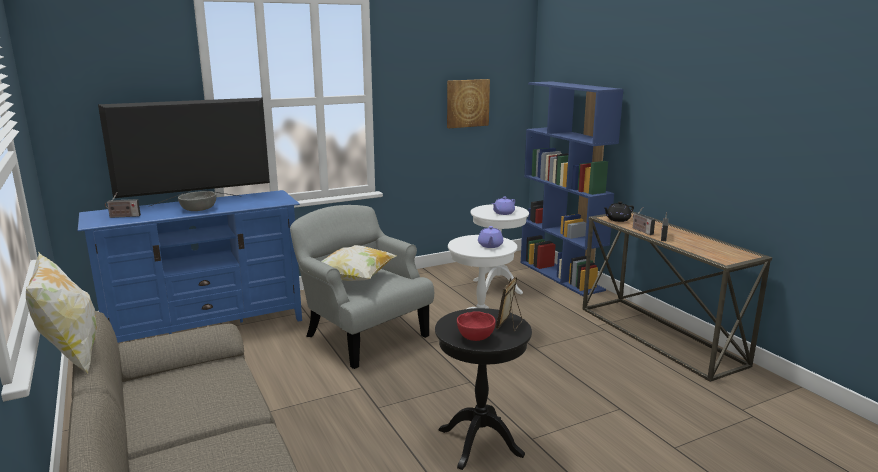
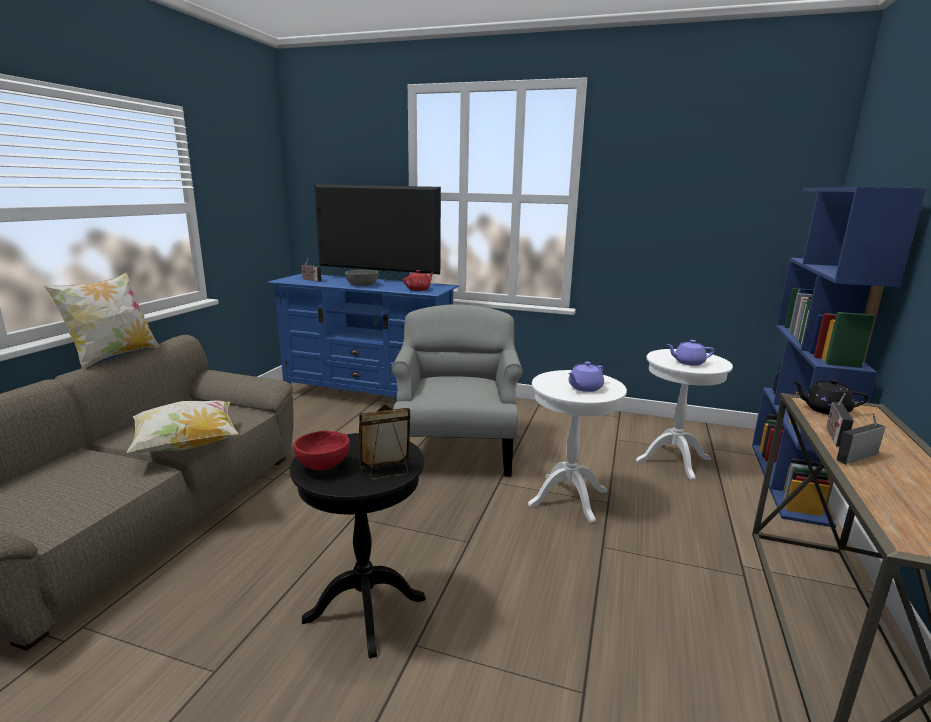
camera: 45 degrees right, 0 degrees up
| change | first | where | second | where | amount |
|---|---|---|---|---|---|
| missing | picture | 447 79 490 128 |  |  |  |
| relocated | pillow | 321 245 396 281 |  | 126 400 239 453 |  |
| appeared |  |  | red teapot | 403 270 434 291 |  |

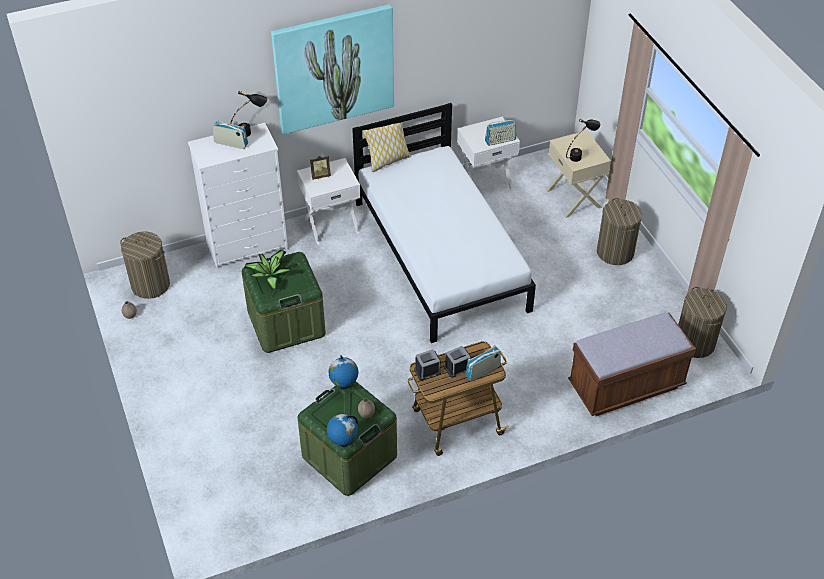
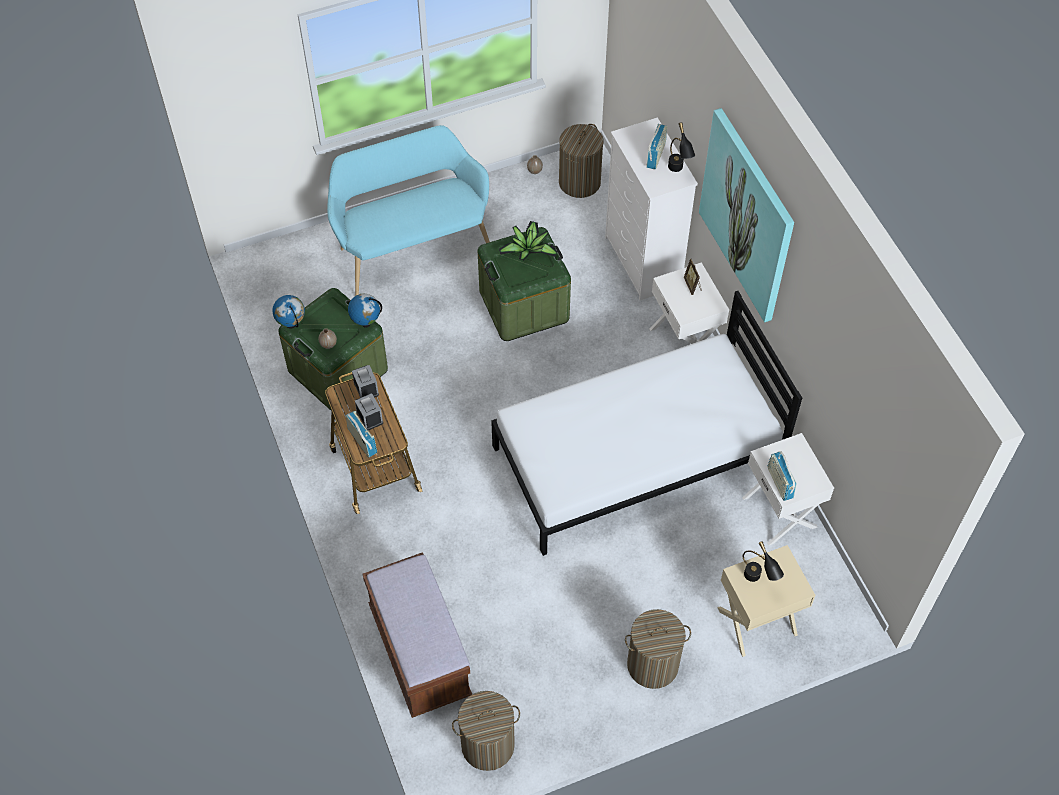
camera: 90 degrees right, 10 degrees up
| change | first | where | second | where | amount |
|---|---|---|---|---|---|
| missing | pillow | 362 115 411 172 |  |  |  |
| appeared |  |  | turquoise bench | 327 125 490 296 |  |

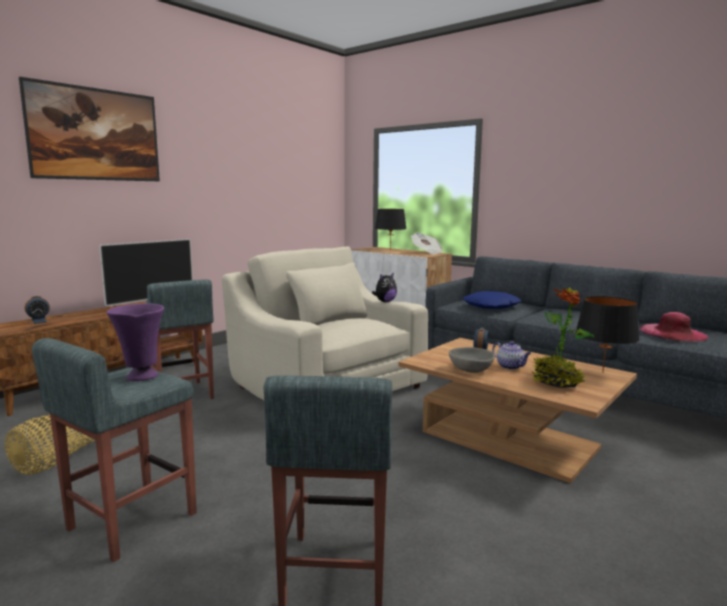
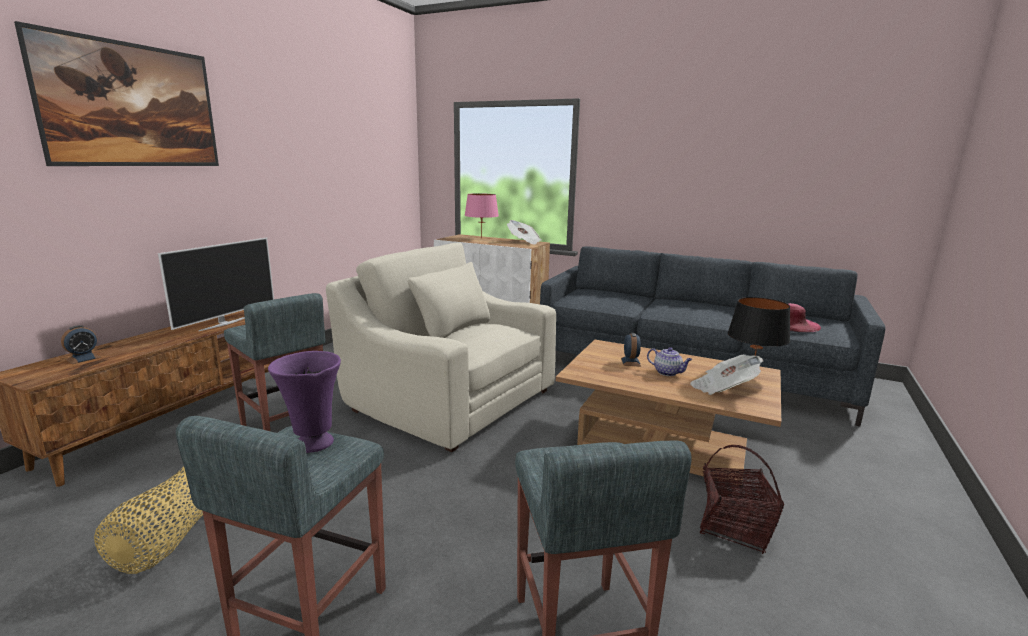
camera: 15 degrees left, 5 degrees up
| change | first | where | second | where | amount |
|---|---|---|---|---|---|
| colour | black table lamp | 375 209 406 250 | pink table lamp | 464 193 499 238 |  |
| missing | plush toy | 372 273 397 302 |  |  |  |
| exchanged | potted plant | 532 288 594 388 | newspaper | 690 354 763 395 |  |
| missing | blue pillow | 462 291 521 309 |  |  |  |
| missing | grey bowl | 449 347 495 373 |  |  |  |
| appeared |  |  | basket | 700 445 784 554 |  |

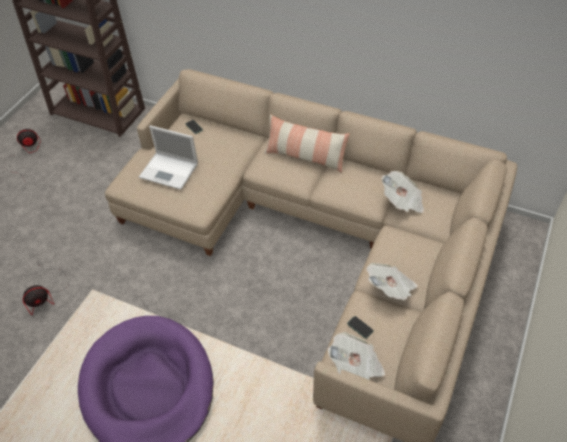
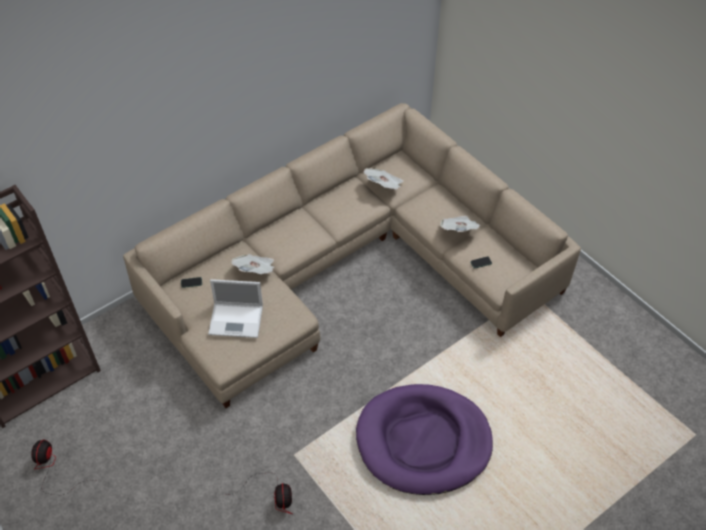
camera: 65 degrees left, 0 degrees up
| change | first | where | second | where | amount |
|---|---|---|---|---|---|
| missing | pillow | 265 114 350 173 |  |  |  |
| spun | laptop | 139 125 198 190 |  | 208 279 263 338 | 45 degrees clockwise |
| relocated | newspaper | 327 332 385 380 |  | 231 254 275 274 |  |

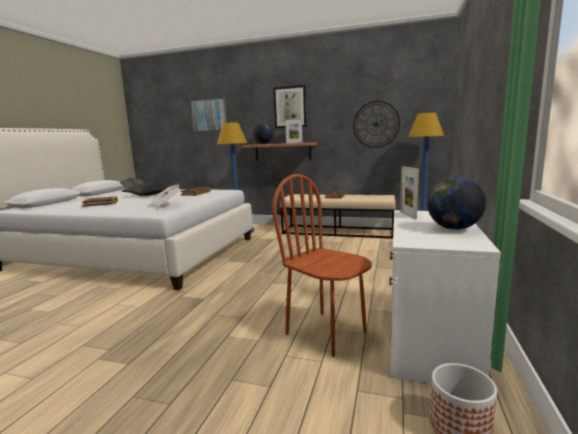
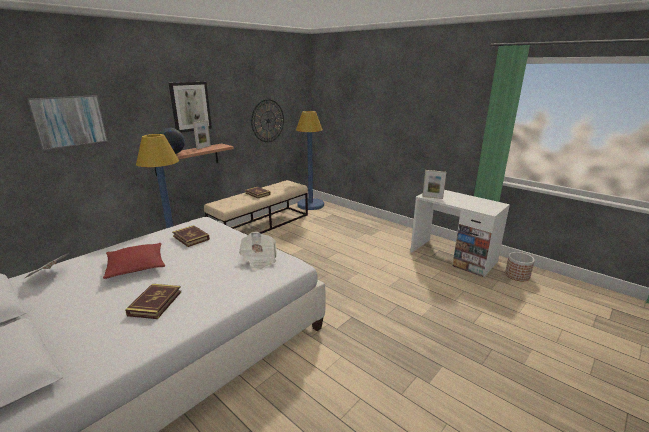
camera: 65 degrees left, 10 degrees up
| change | first | where | second | where | amount |
|---|---|---|---|---|---|
| missing | brown chair | 272 174 372 357 |  |  |  |
| missing | globe | 427 176 486 230 |  |  |  |
| colour | black pillow | 122 182 168 196 | red pillow | 103 243 165 279 |  |

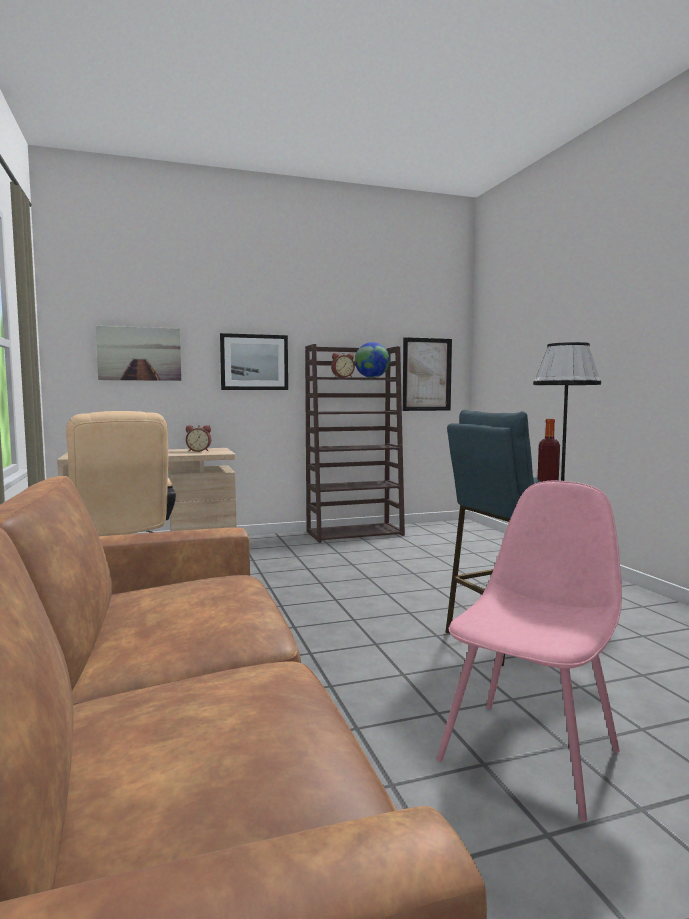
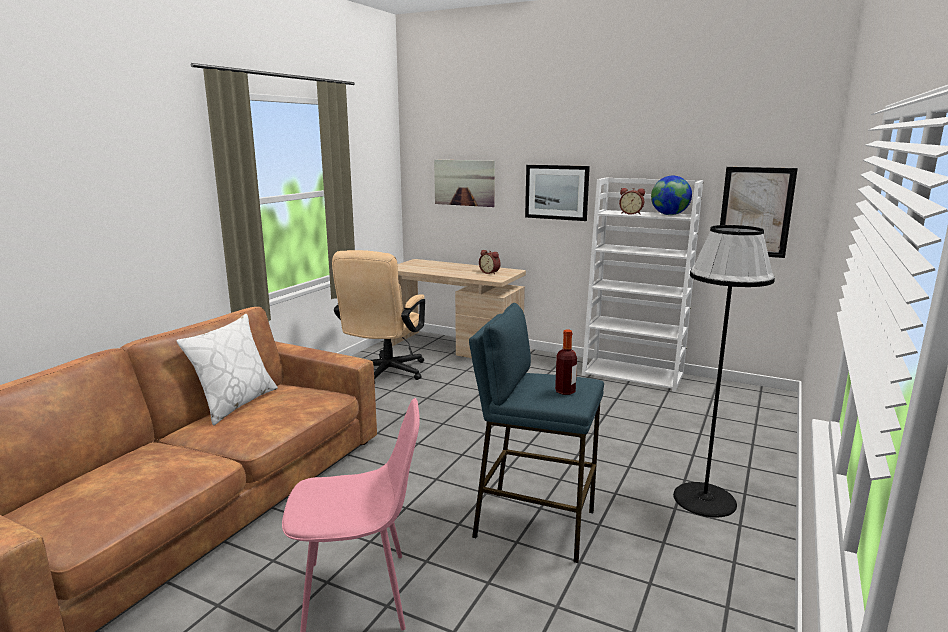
camera: 45 degrees right, 10 degrees up
| change | first | where | second | where | amount |
|---|---|---|---|---|---|
| colour | brown bookcase | 305 344 405 543 | white bookcase | 582 177 703 392 |  |
| appeared |  |  | white pillow | 177 314 278 425 |  |

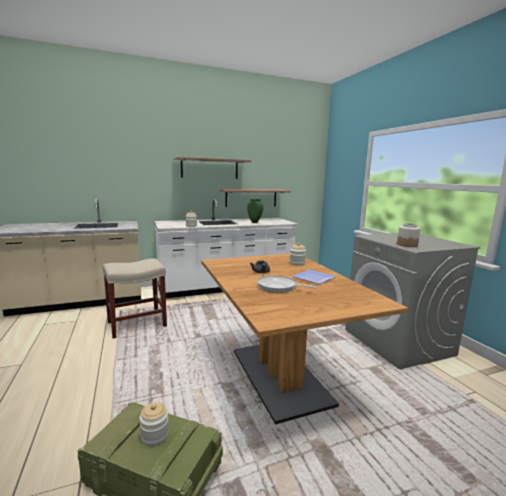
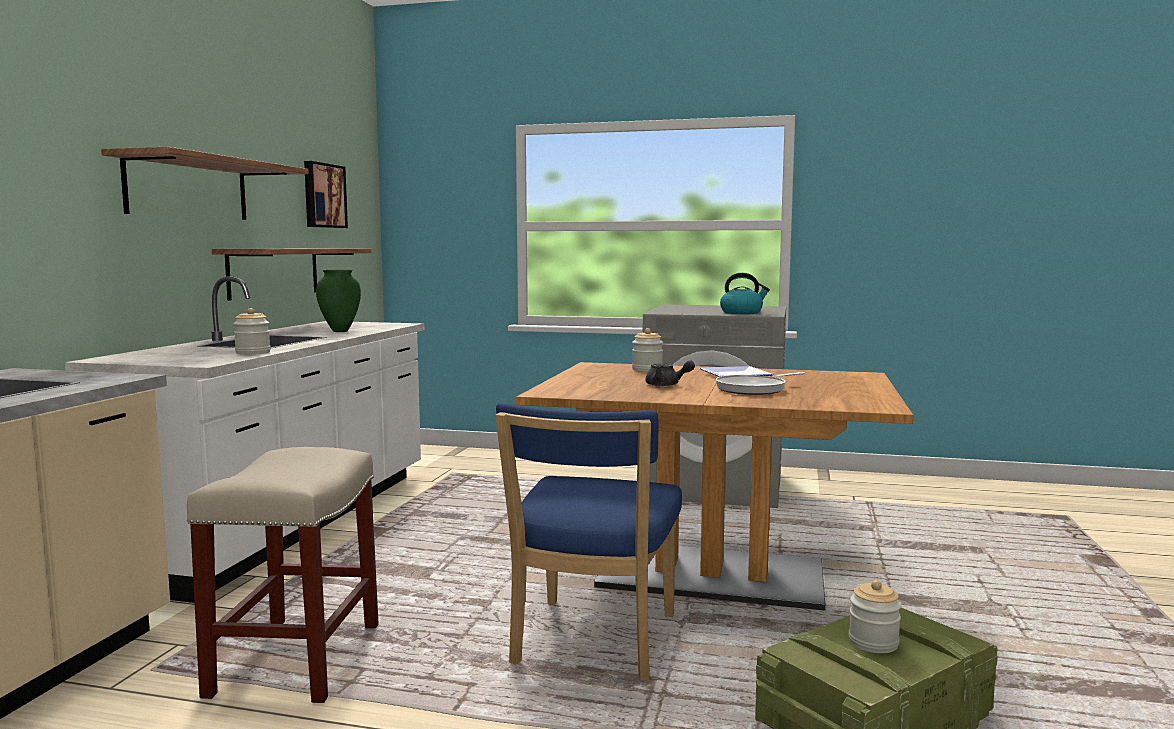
camera: 55 degrees left, 5 degrees down
| change | first | where | second | where | amount |
|---|---|---|---|---|---|
| exchanged | jar | 397 223 420 247 | kettle | 720 273 770 314 |  |
| appeared |  |  | picture | 304 161 348 228 |  |
| appeared |  |  | blue chair | 495 403 682 681 |  |

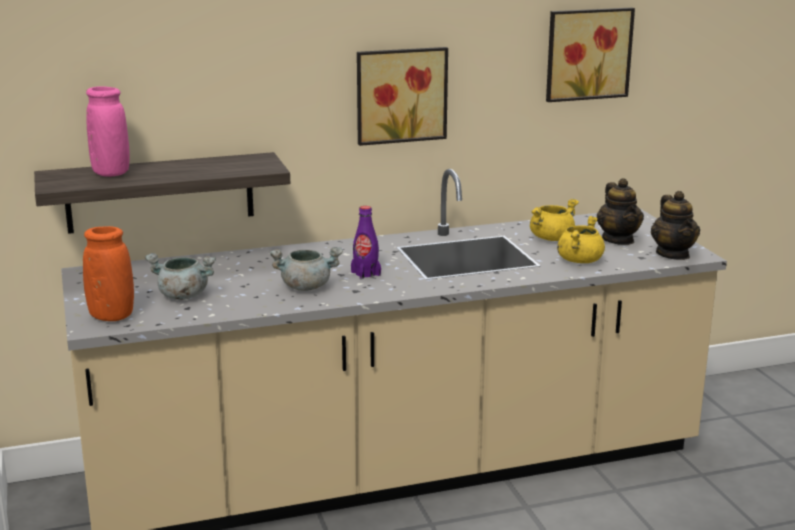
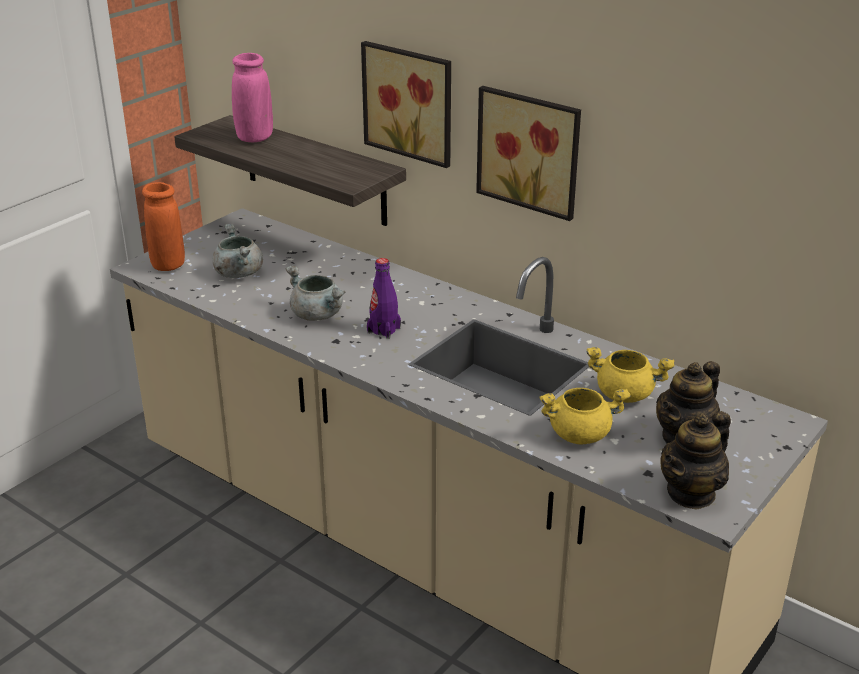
camera: 55 degrees right, 10 degrees up
| change | first | where | second | where | amount |
|---|---|---|---|---|---|
| relocated | picture | 546 8 635 102 |  | 361 41 451 168 |  |

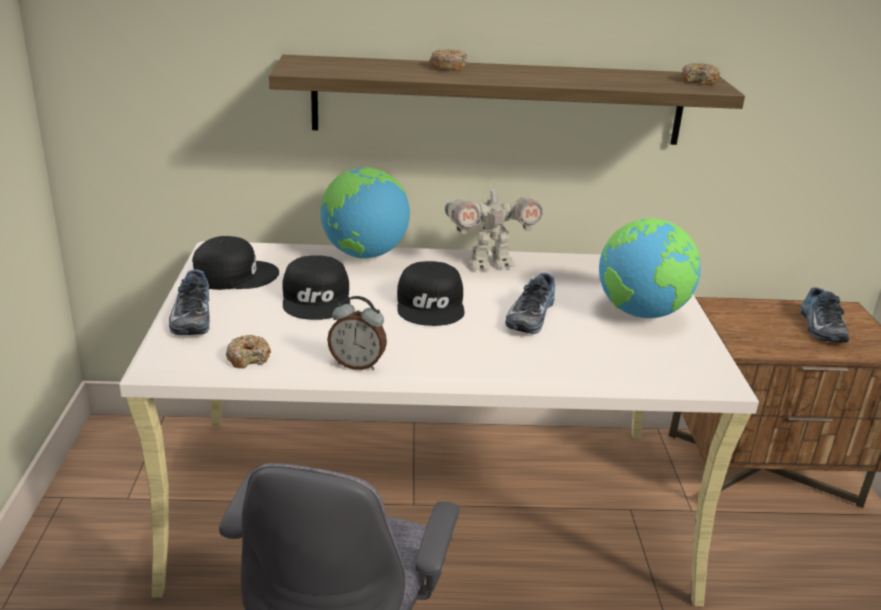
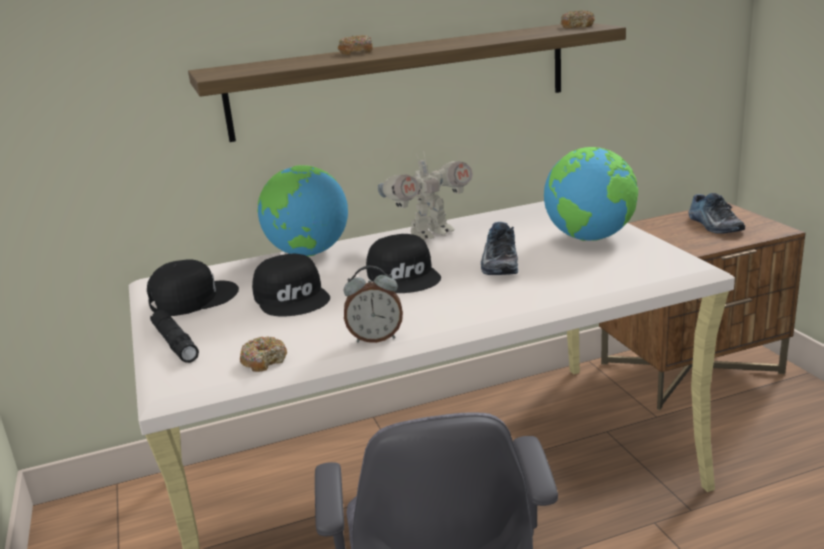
camera: 15 degrees left, 5 degrees down
| change | first | where | second | where | amount |
|---|---|---|---|---|---|
| exchanged | shoe | 169 269 210 335 | black flashlight | 150 310 199 363 |  |

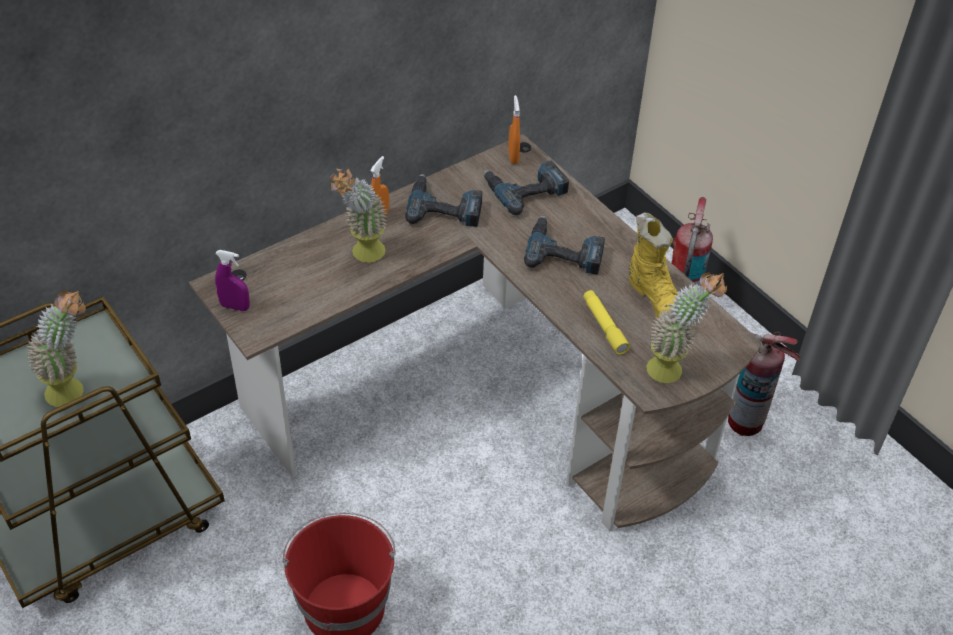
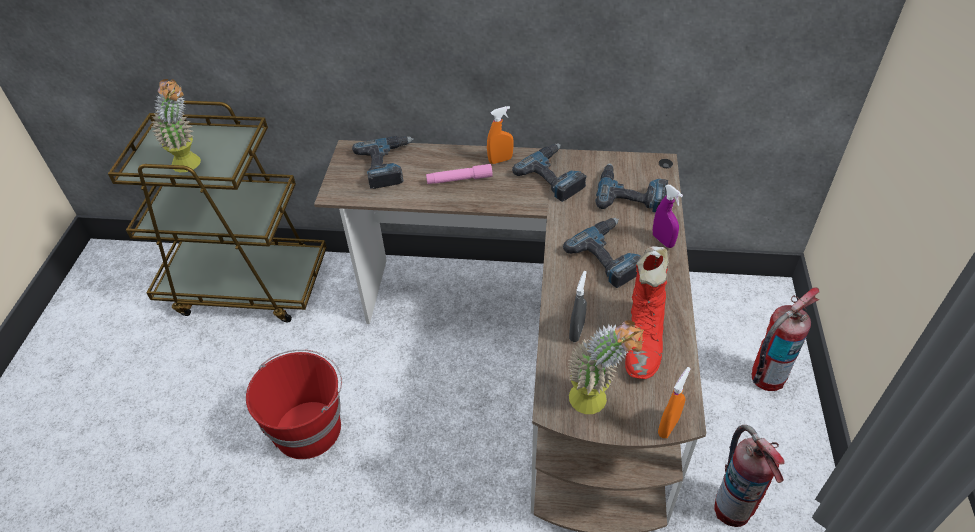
camera: 45 degrees right, 0 degrees up
| change | first | where | second | where | amount |
|---|---|---|---|---|---|
| relocated | orange spray bottle | 508 95 520 164 |  | 658 367 691 438 |  |
| exchanged | potted plant | 329 169 387 263 | pink flashlight | 426 164 493 184 |  |
| colour | yellow boot | 629 213 694 325 | red boot | 625 246 669 379 |  |
| relocated | purple spray bottle | 215 250 250 311 |  | 653 185 683 248 |  |
| exchanged | yellow flashlight | 583 290 630 355 | grey spray bottle | 569 271 587 342 |  |
| appeared |  |  | power drill | 352 136 414 189 |  |

